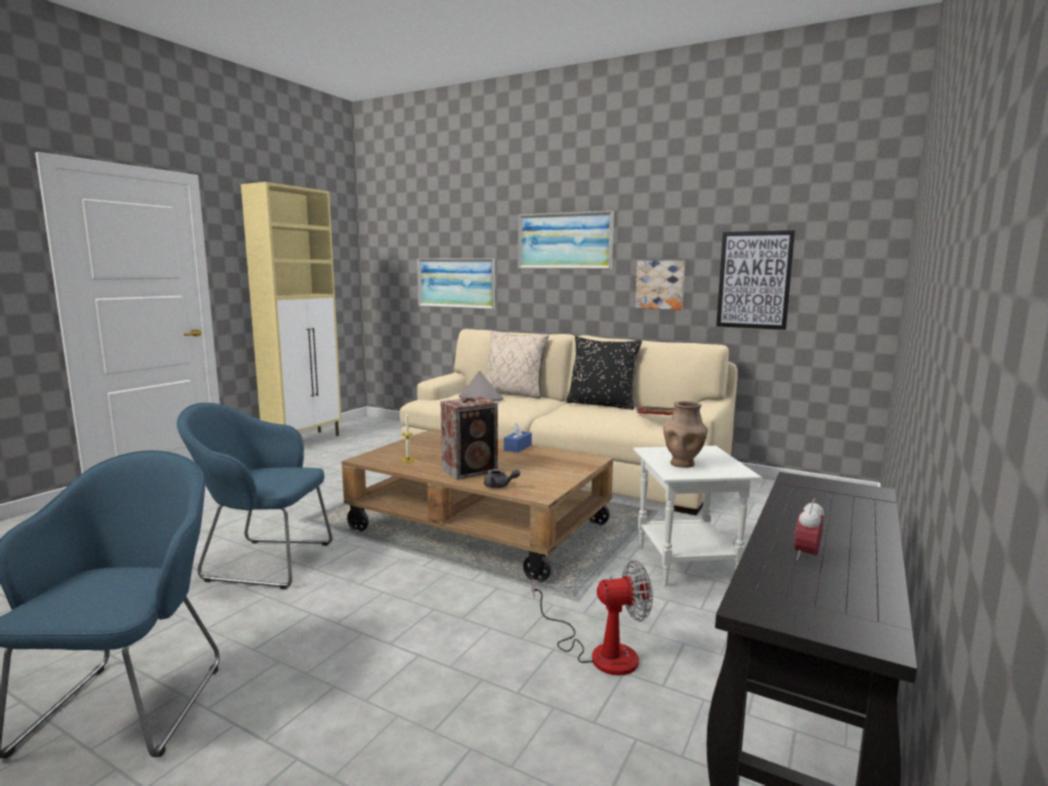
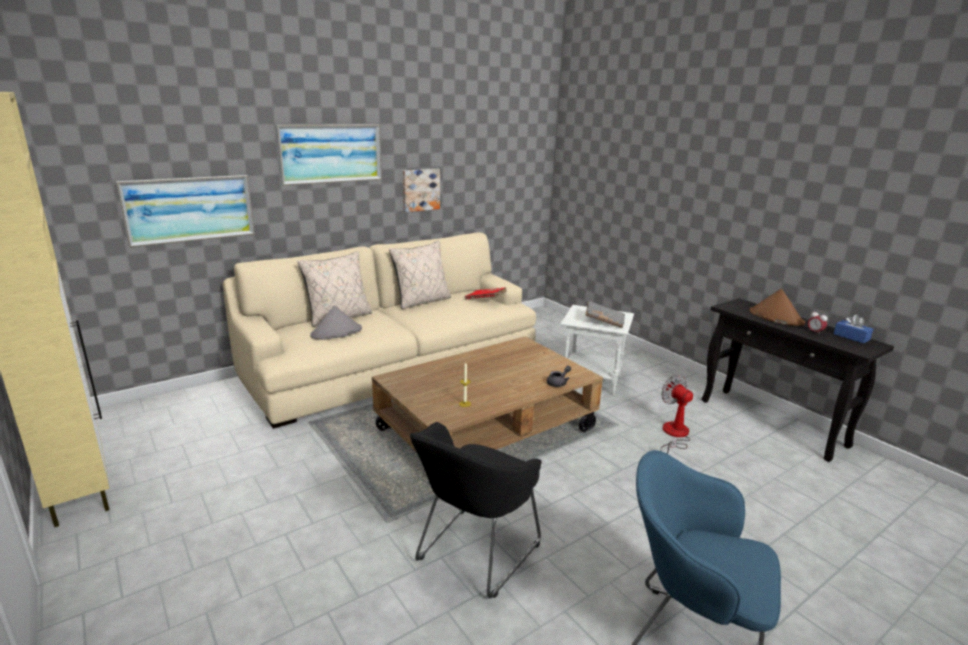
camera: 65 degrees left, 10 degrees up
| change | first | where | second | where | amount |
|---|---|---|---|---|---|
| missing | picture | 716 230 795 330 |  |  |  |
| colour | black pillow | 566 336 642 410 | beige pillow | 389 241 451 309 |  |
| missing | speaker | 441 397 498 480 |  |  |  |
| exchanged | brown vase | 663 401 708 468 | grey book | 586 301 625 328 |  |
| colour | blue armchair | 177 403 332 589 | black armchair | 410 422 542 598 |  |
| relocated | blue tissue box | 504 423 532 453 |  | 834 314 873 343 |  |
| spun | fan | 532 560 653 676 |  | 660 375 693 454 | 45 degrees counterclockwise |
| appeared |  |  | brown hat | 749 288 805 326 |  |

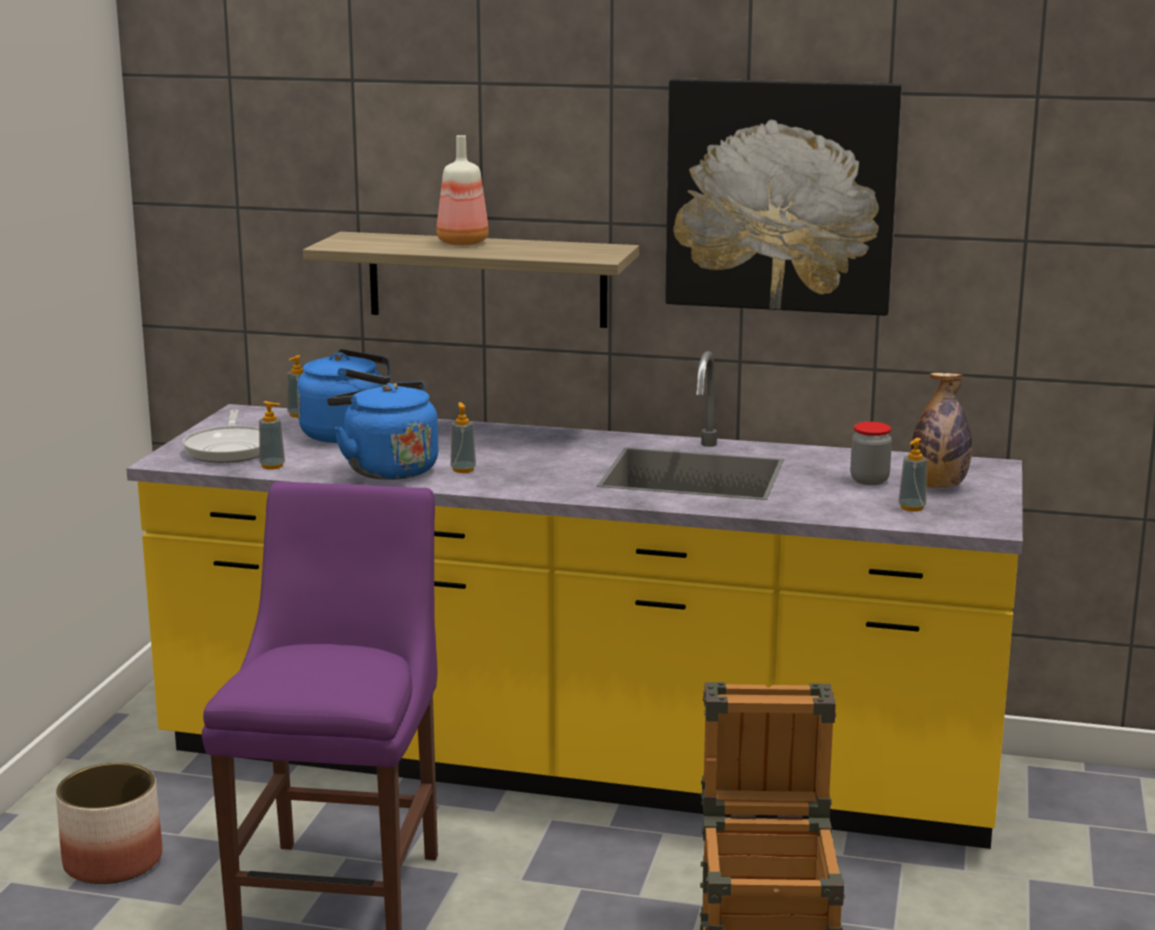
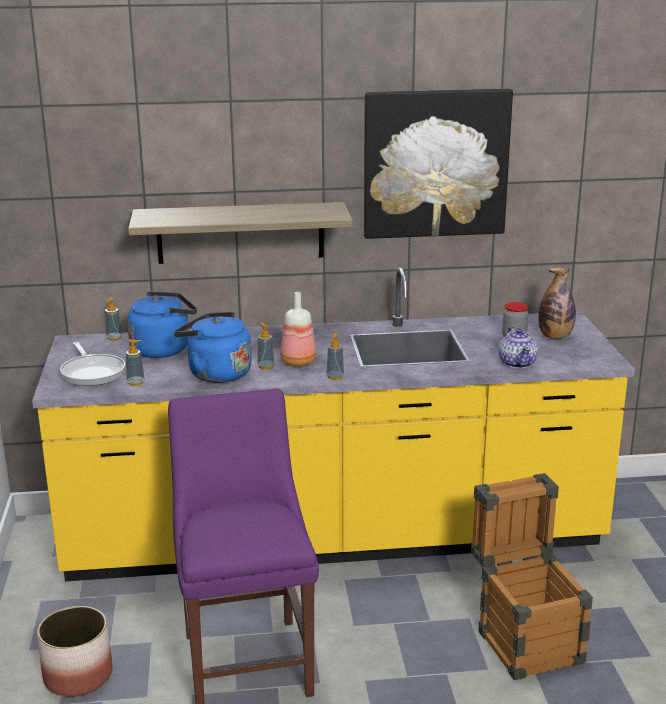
camera: 20 degrees left, 5 degrees up
| change | first | where | second | where | amount |
|---|---|---|---|---|---|
| relocated | bottle | 437 135 489 245 |  | 280 292 316 366 |  |
| relocated | soap dispenser | 898 438 927 512 |  | 327 333 344 380 |  |
| appeared |  |  | teapot | 499 327 538 369 |  |

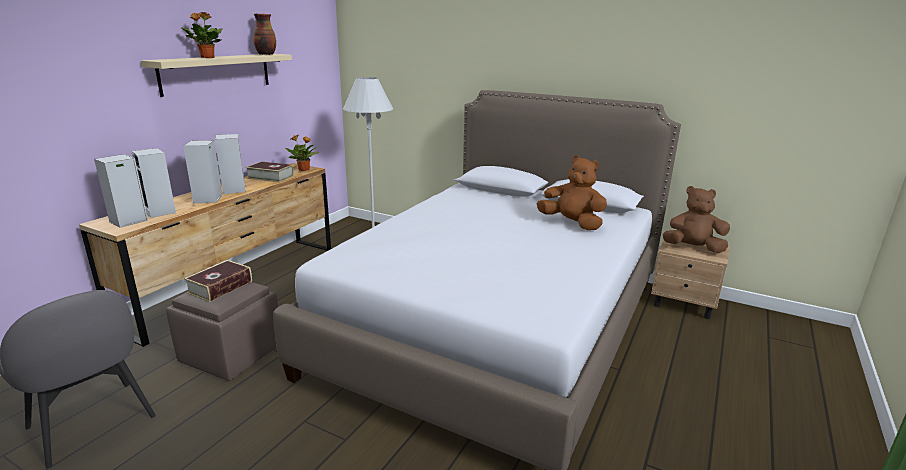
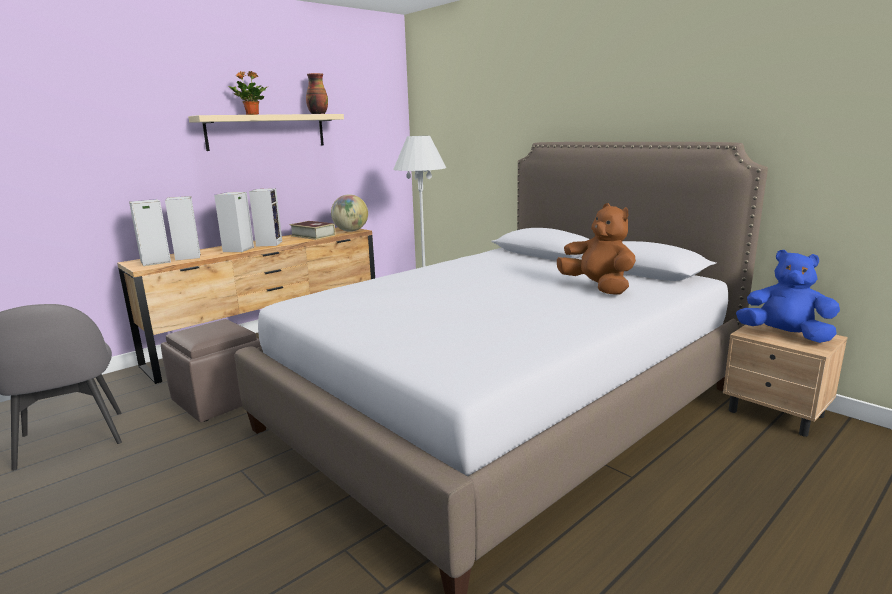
camera: 20 degrees right, 5 degrees down
| change | first | where | second | where | amount |
|---|---|---|---|---|---|
| exchanged | potted plant | 285 134 319 171 | globe | 331 194 368 232 |  |
| colour | brown plush toy | 663 186 730 253 | blue plush toy | 736 250 840 343 |  |
| missing | book | 184 260 252 302 |  |  |  |

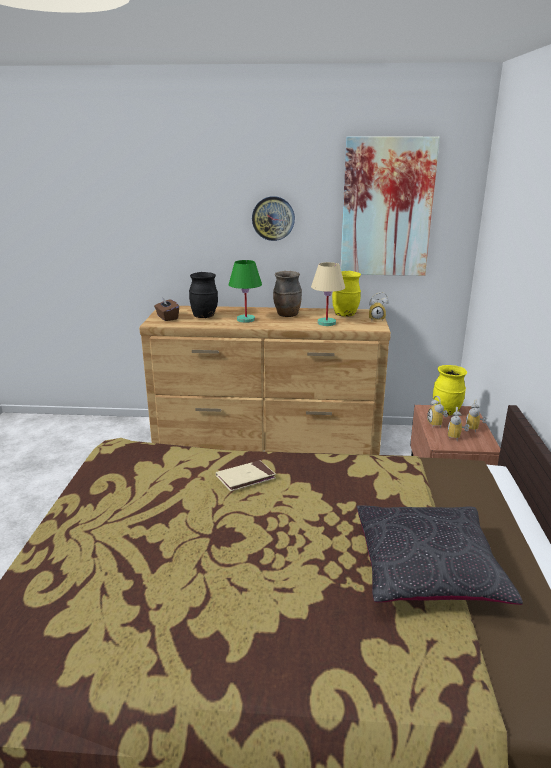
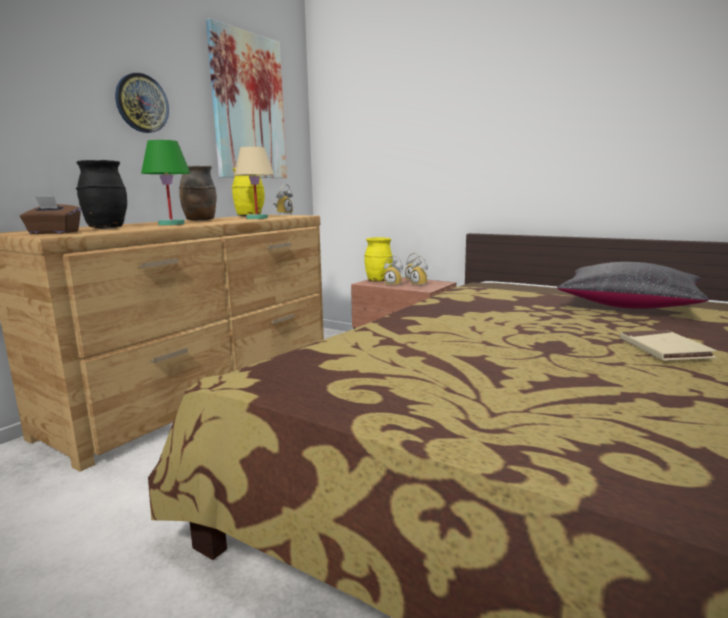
camera: 60 degrees left, 10 degrees down
| change | first | where | second | where | amount |
|---|---|---|---|---|---|
| relocated | beige book | 216 460 276 491 |  | 620 330 717 361 |  |

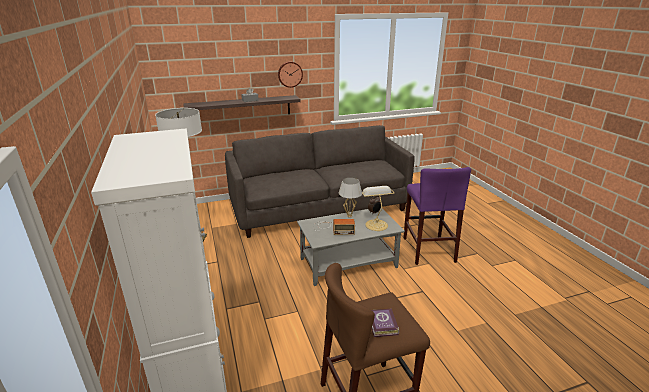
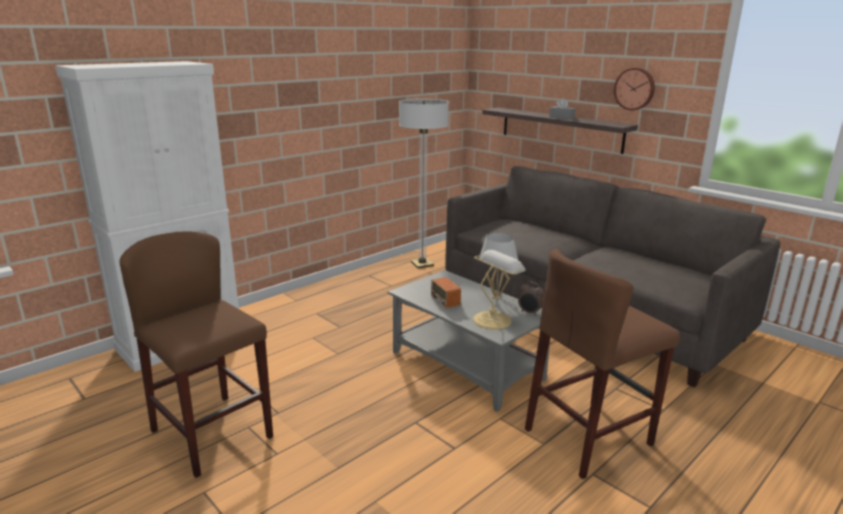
camera: 65 degrees right, 5 degrees down
| change | first | where | second | where | amount |
|---|---|---|---|---|---|
| colour | purple stool | 403 167 471 265 | brown stool | 525 249 680 479 |  |
| missing | book | 372 308 399 337 |  |  |  |

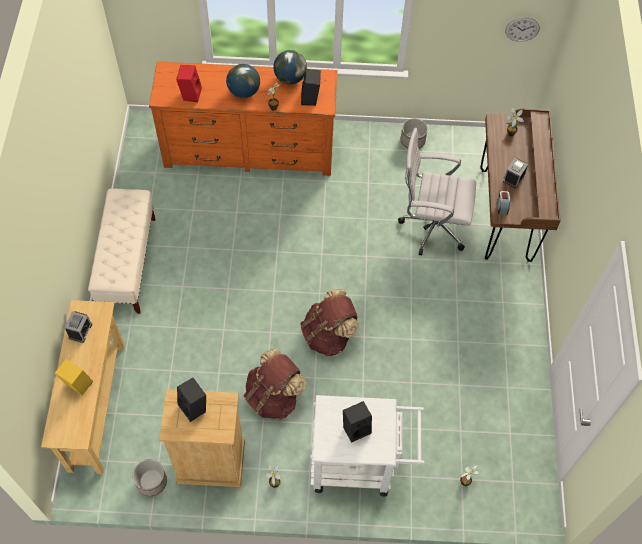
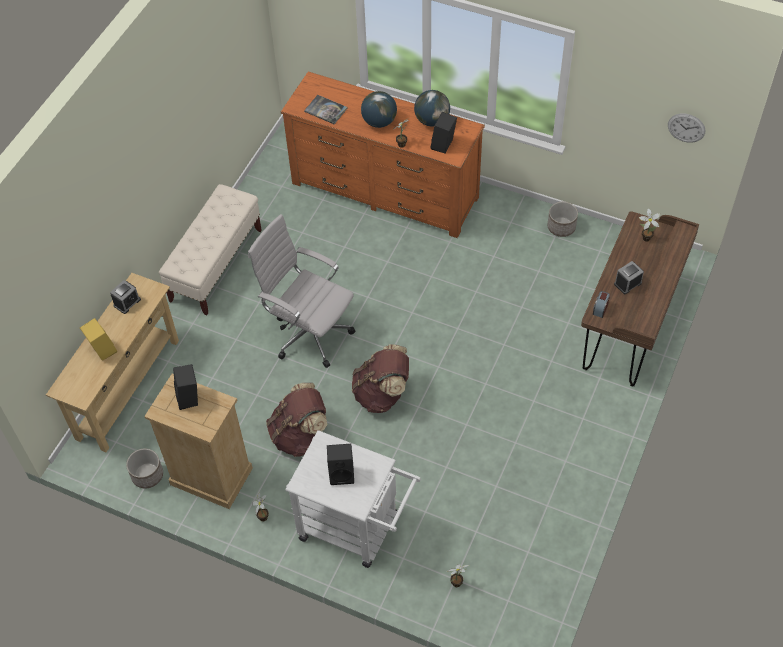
camera: 25 degrees right, 5 degrees down
| change | first | where | second | where | amount |
|---|---|---|---|---|---|
| exchanged | red speaker | 176 65 202 102 | book | 304 95 348 124 |  |
| relocated | white office chair | 398 128 476 255 |  | 248 214 355 368 |  |

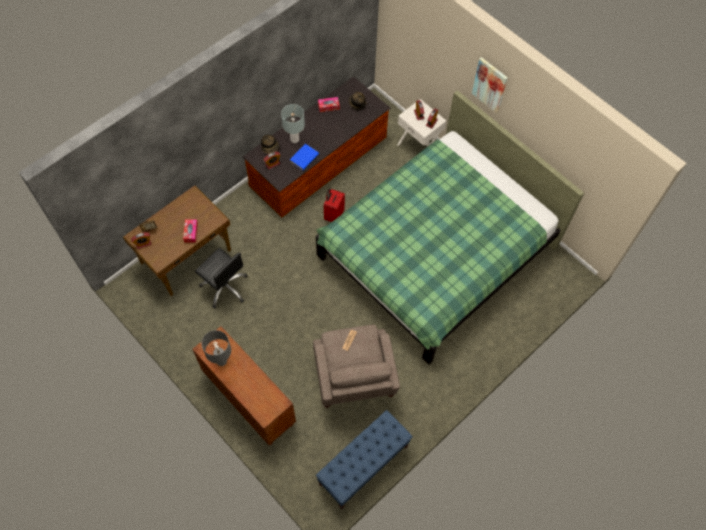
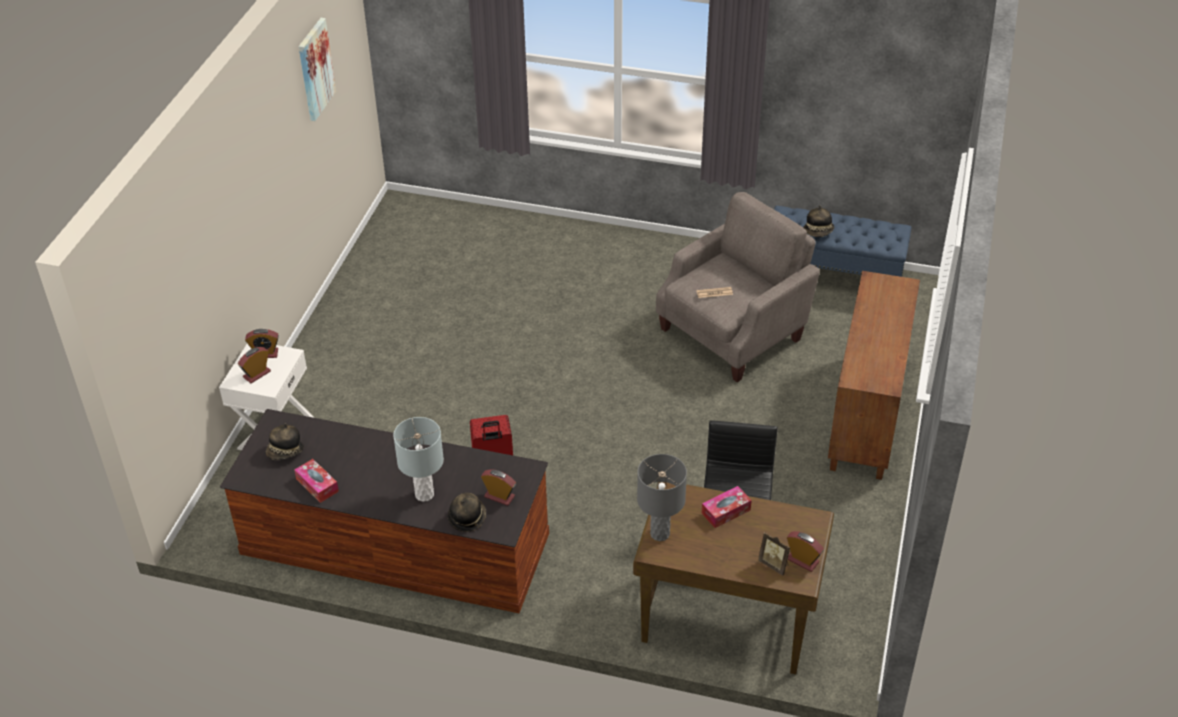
camera: 120 degrees left, 20 degrees down
| change | first | where | second | where | amount |
|---|---|---|---|---|---|
| relocated | picture | 472 57 508 113 |  | 298 18 336 121 |  |
| missing | green bed | 316 90 584 364 |  |  |  |
| missing | blue book | 290 144 319 171 |  |  |  |
| relocated | grey table lamp | 202 330 231 366 |  | 637 454 687 541 |  |
| appeared |  |  | hat | 804 205 834 237 |  |

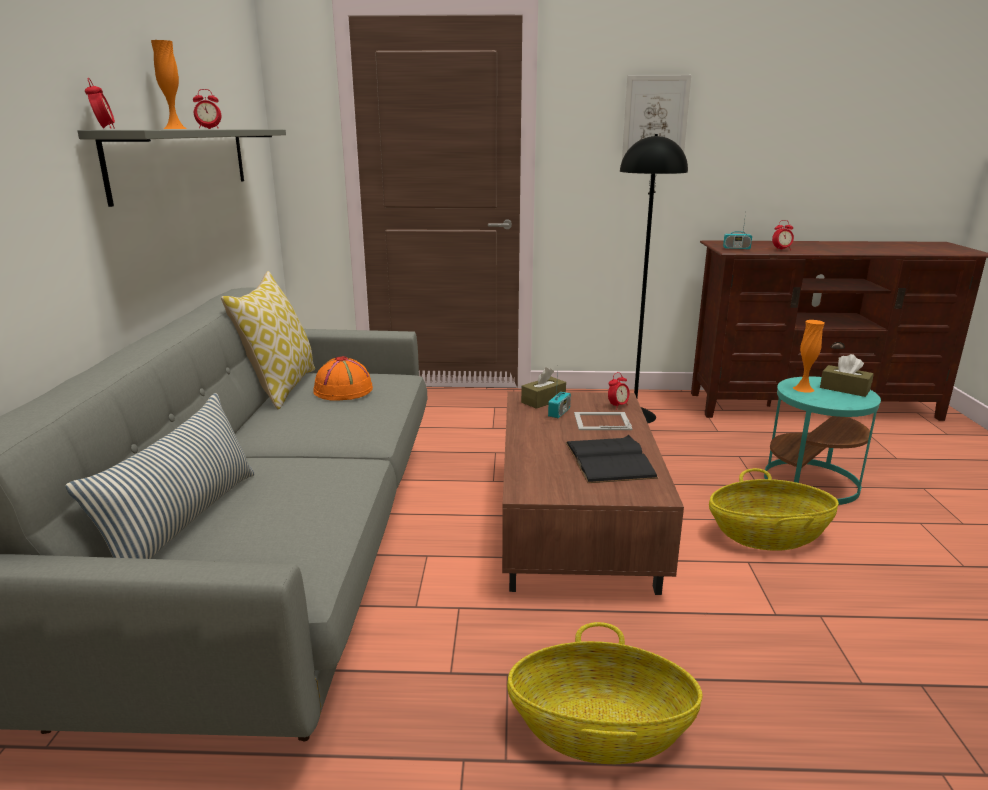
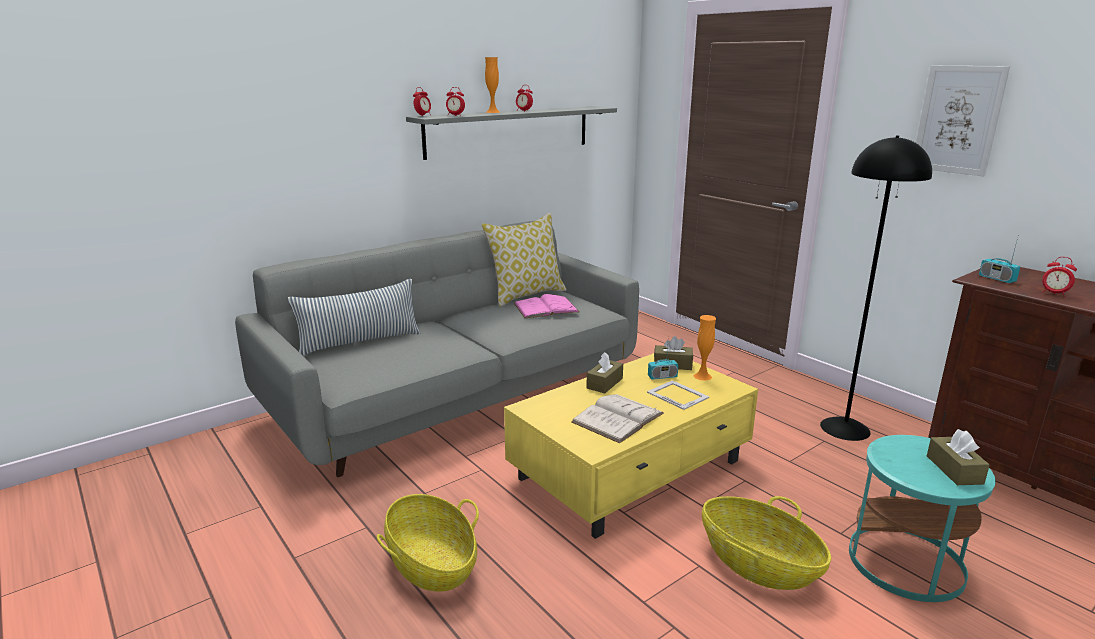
camera: 50 degrees right, 0 degrees up
| change | first | where | second | where | amount |
|---|---|---|---|---|---|
| relocated | orange vase | 793 320 825 393 |  | 694 315 716 381 |  |
| exchanged | orange hat | 313 356 373 401 | pink book | 514 294 579 318 |  |
| relocated | alarm clock | 608 372 630 409 |  | 446 87 465 116 |  |
| colour | brown coffee table | 502 391 684 595 | yellow coffee table | 504 353 758 539 |  |
| colour | black book | 566 435 658 483 | white book | 571 394 664 443 |  |
| appeared |  |  | brown tissue box | 586 352 623 393 |  |

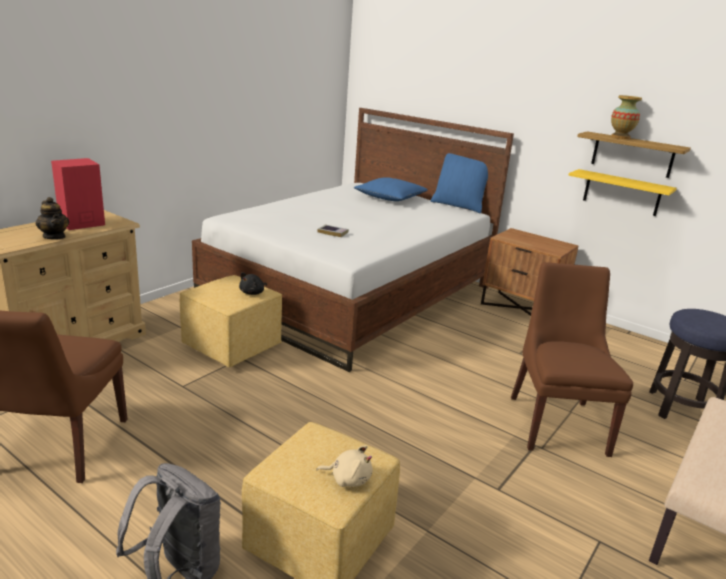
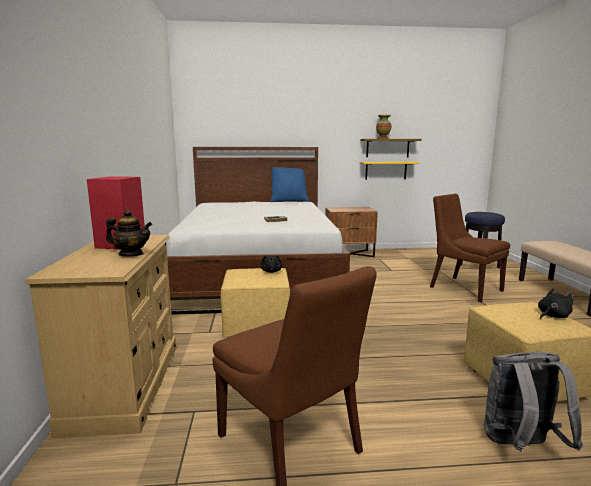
camera: 40 degrees left, 10 degrees down
| change | first | where | second | where | amount |
|---|---|---|---|---|---|
| missing | blue pillow | 354 177 428 201 |  |  |  |
| colour | beige plush toy | 316 445 373 487 | black plush toy | 538 289 573 319 |  |

